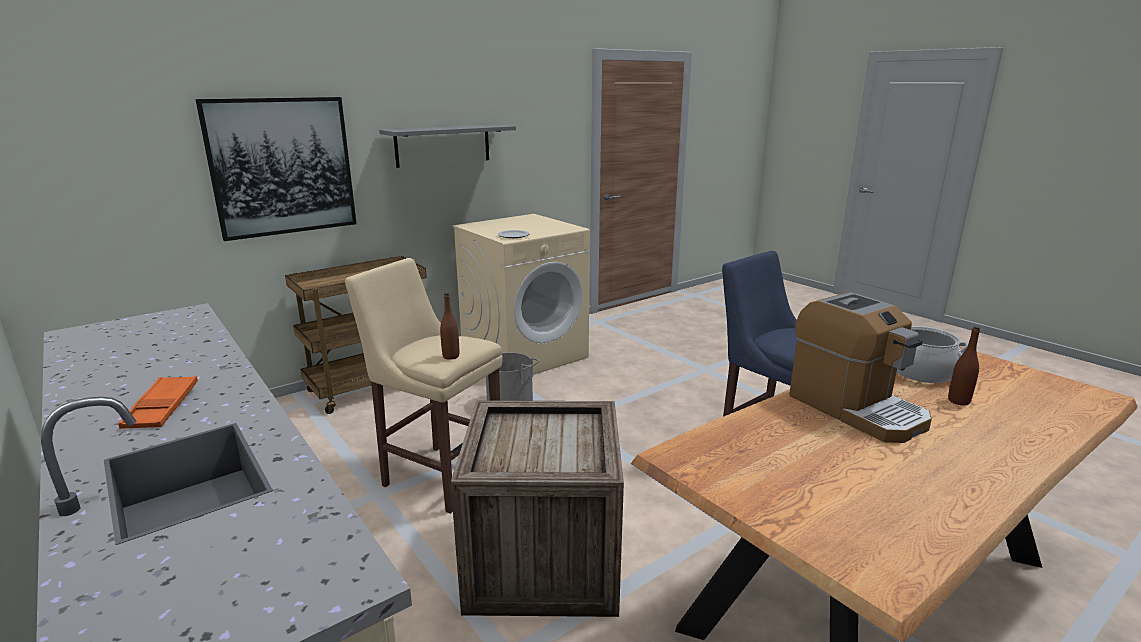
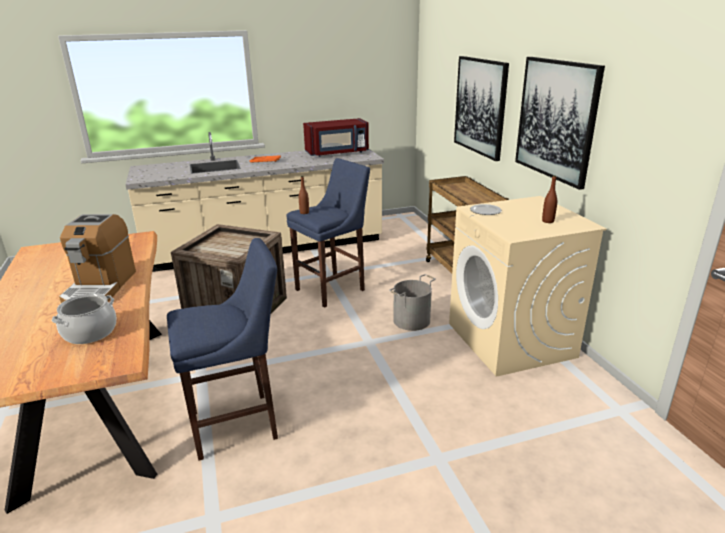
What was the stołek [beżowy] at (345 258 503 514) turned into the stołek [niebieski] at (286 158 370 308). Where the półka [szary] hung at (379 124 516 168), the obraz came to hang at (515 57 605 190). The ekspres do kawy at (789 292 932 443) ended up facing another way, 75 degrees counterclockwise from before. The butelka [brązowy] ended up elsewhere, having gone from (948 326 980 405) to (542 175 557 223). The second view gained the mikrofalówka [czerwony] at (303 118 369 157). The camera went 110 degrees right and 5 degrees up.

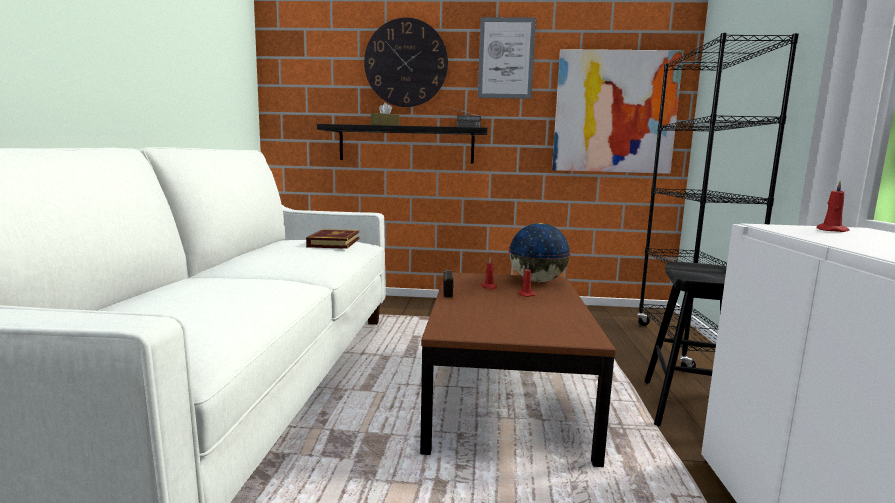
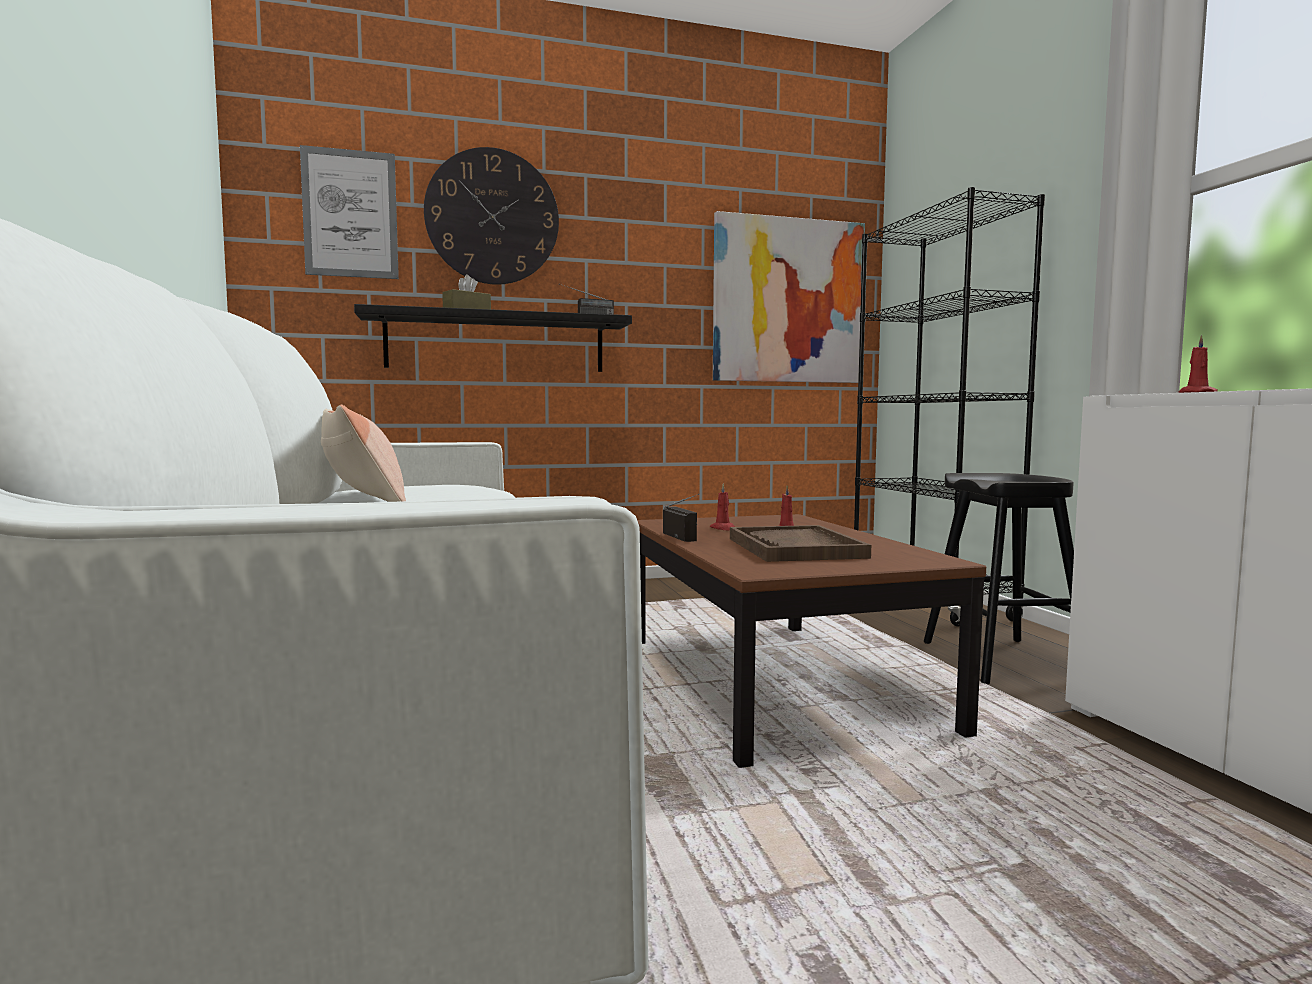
The second view lost the książka at (306 229 359 249). The obraz ended up elsewhere, having gone from (478 17 536 99) to (300 145 399 279). The second view lost the globus at (508 223 571 282). The second view gained the poduszka at (321 405 406 502). The second view gained the taca [brązowy] at (730 525 871 562). The camera went 20 degrees left and 5 degrees down.

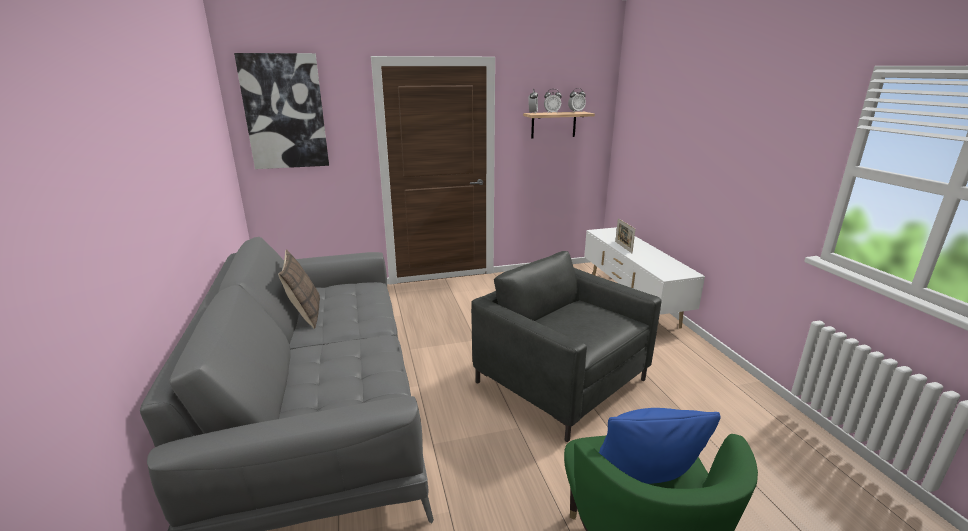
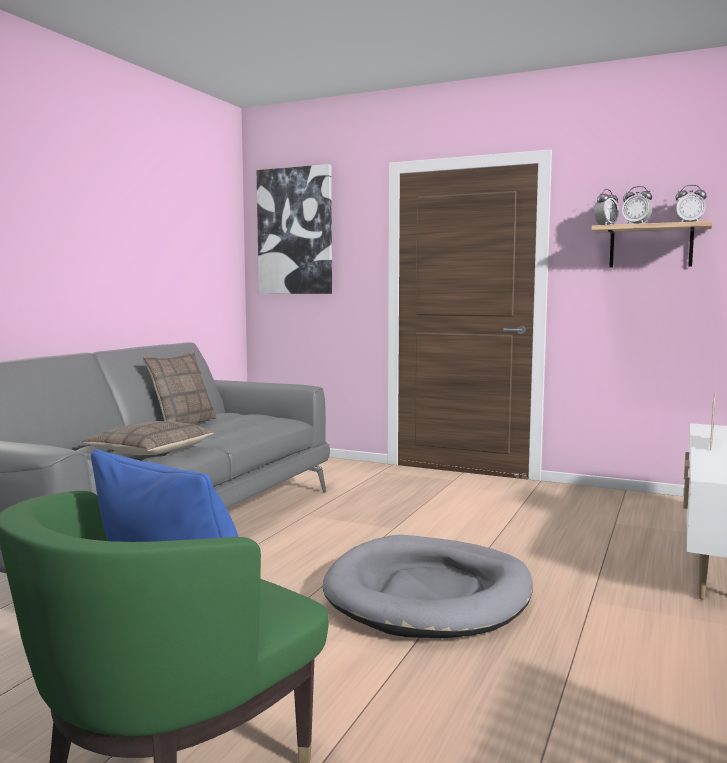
Where the fotel [szary] stood at (471 251 661 442), the legowisko [szary] came to stand at (323 535 533 638). The second view gained the poduszka at (82 421 214 455). The camera went 40 degrees right and 15 degrees down.

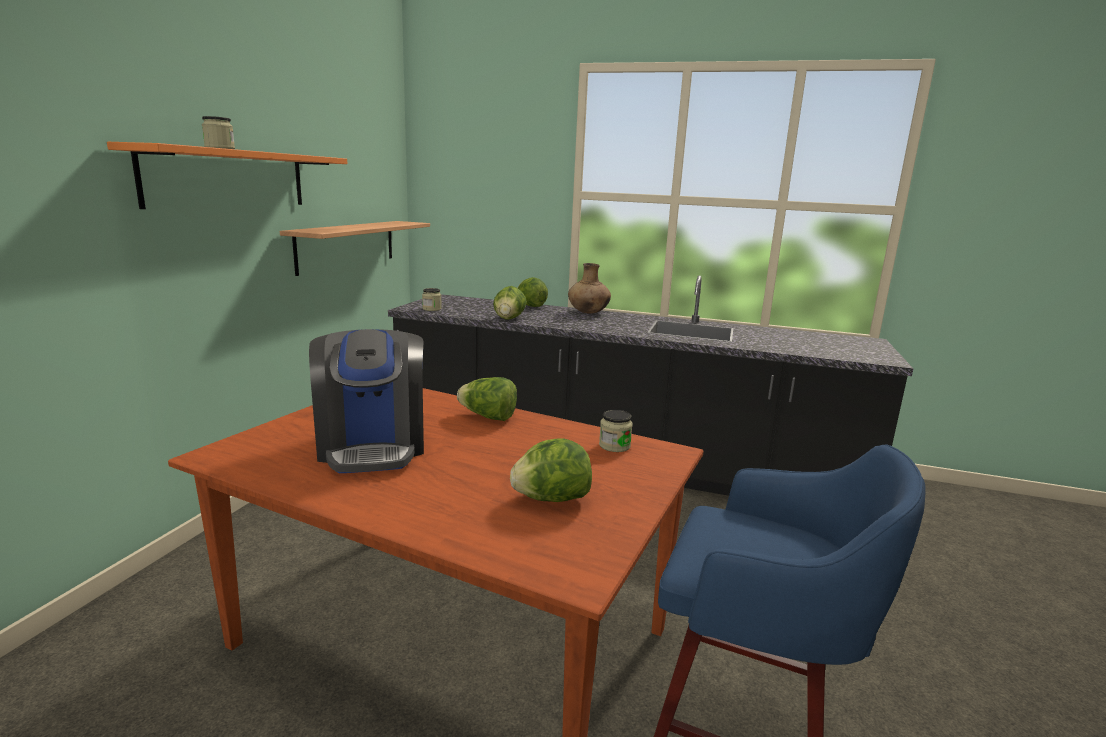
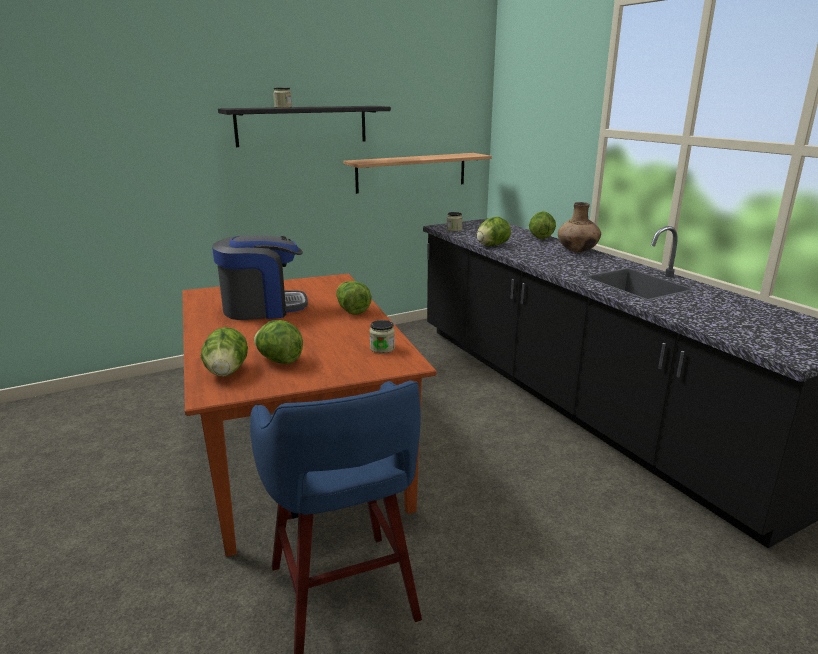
What was the półka [pomarańczowy] at (107 142 347 209) turned into the półka [czarny] at (218 106 391 147). The ekspres do kawy at (309 329 424 473) ended up facing another way, 135 degrees counterclockwise from before. The second view gained the sałata at (201 327 248 377). The camera went 45 degrees right and 5 degrees up.

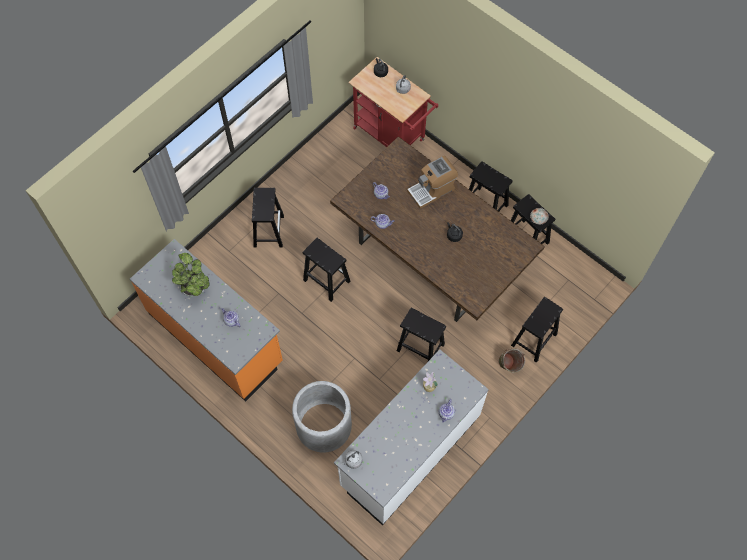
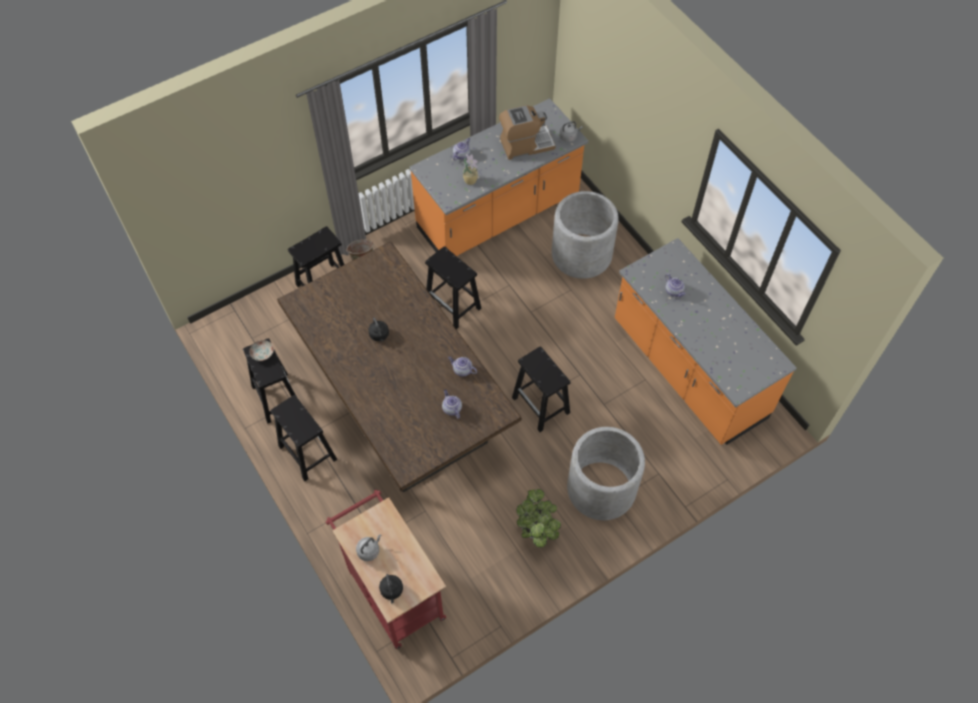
The roślina doniczkowa ended up elsewhere, having gone from (172 253 210 297) to (516 489 561 548). Where the stołek [czarny] stood at (252 188 284 247), the donica [szary] came to stand at (567 427 645 520). What was the zabudowa kuchenna [biały] at (334 349 489 525) turned into the zabudowa kuchenna [pomarańczowy] at (410 98 588 256). The ekspres do kawy ended up elsewhere, having gone from (407 156 458 209) to (499 105 555 160). The camera went 165 degrees left and 5 degrees down.

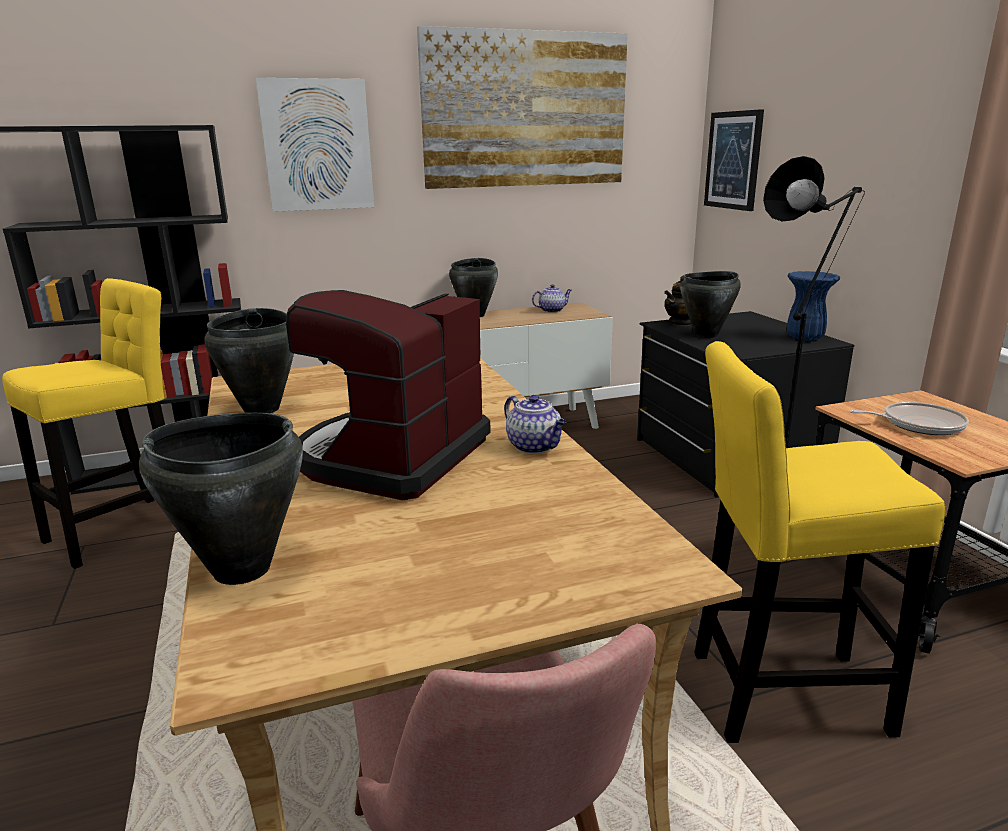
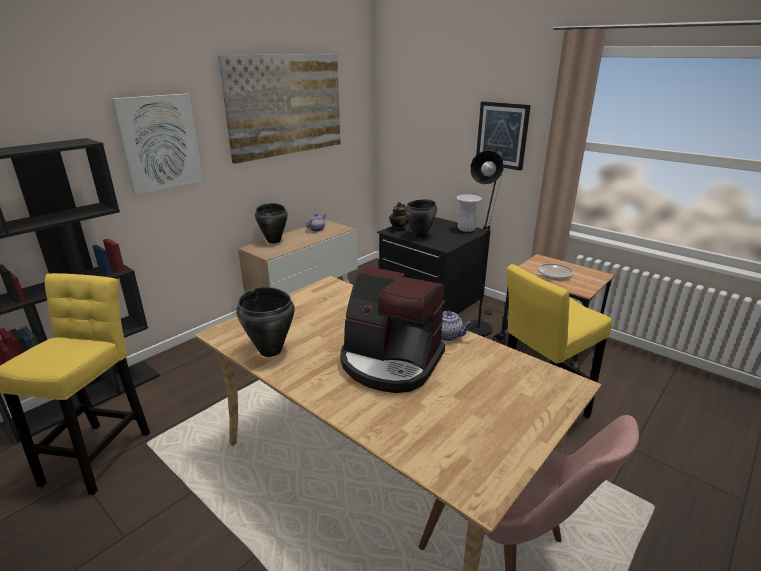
The second view lost the garnek [czarny] at (139 413 303 585). The ekspres do kawy at (286 290 491 500) ended up facing another way, 60 degrees counterclockwise from before. The obraz ended up elsewhere, having gone from (704 109 764 211) to (476 101 531 171). What was the wazon [niebieski] at (787 271 840 341) turned into the wazon [biały] at (456 194 482 232). The camera went 30 degrees left and 5 degrees up.

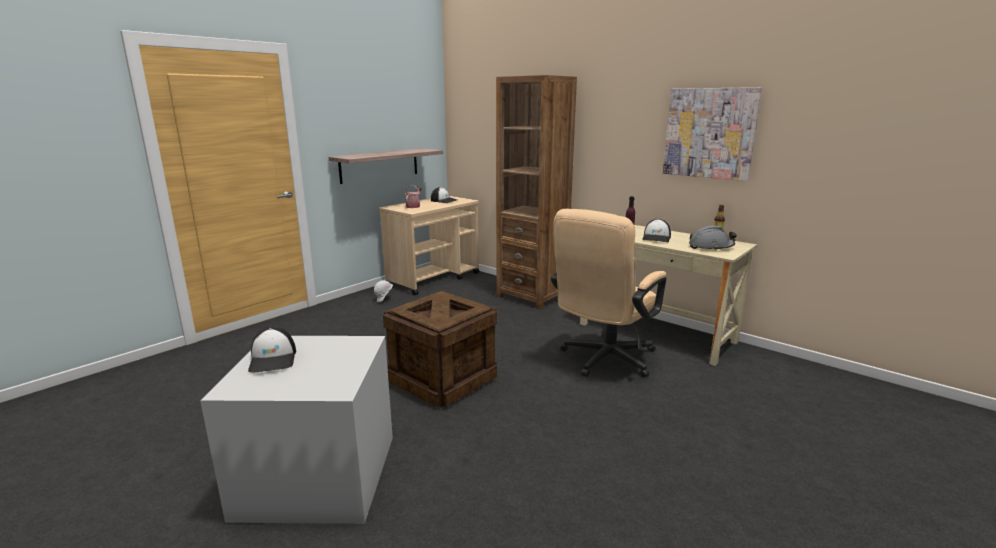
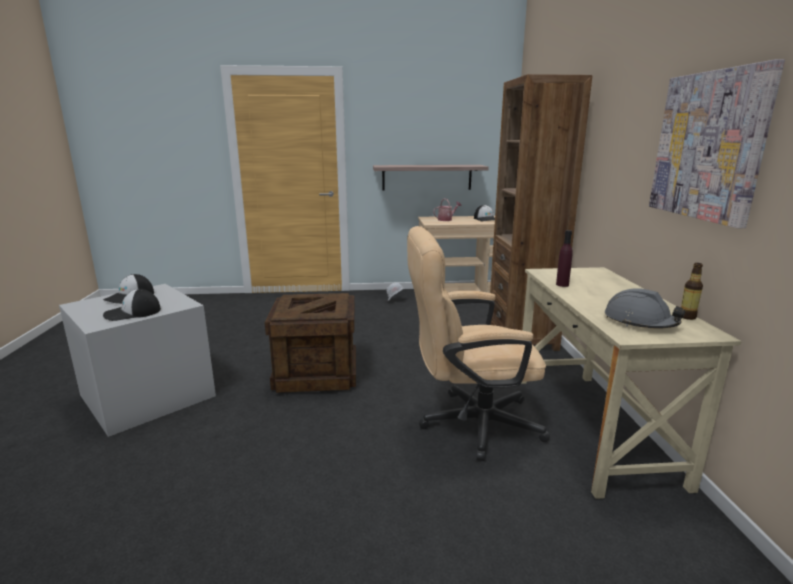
The czapka z daszkiem ended up elsewhere, having gone from (642 219 671 242) to (103 289 161 321). The camera went 45 degrees right and 0 degrees up.

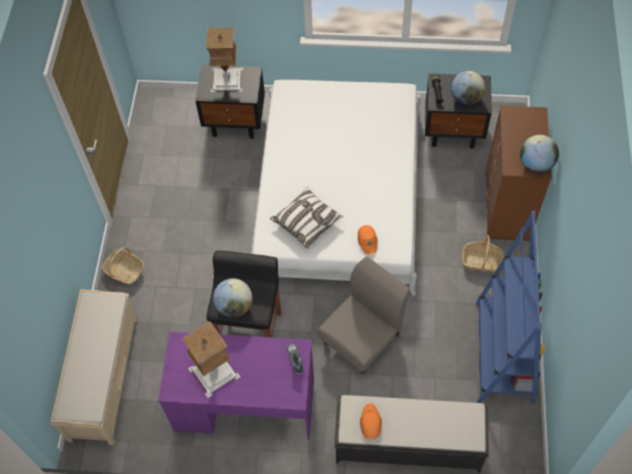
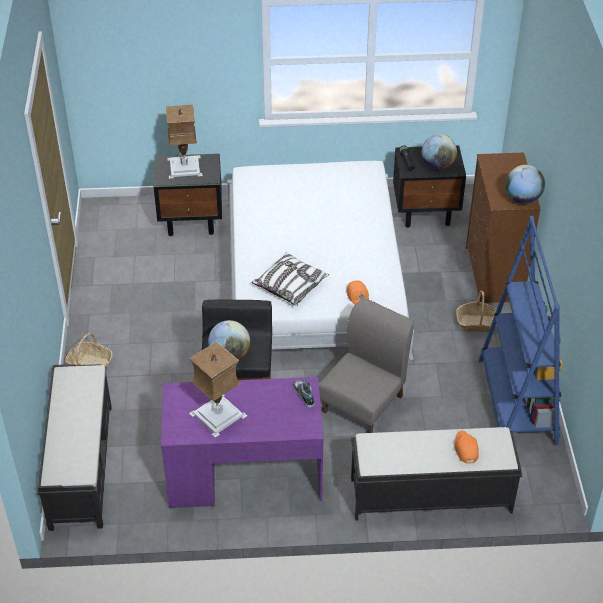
What was the ławka [beżowy] at (51 289 138 445) turned into the ławka [czarny] at (37 364 112 531). The czapka z daszkiem [pomarańczowy] ended up elsewhere, having gone from (360 403 382 439) to (454 430 479 463). The camera went 10 degrees left and 15 degrees down.

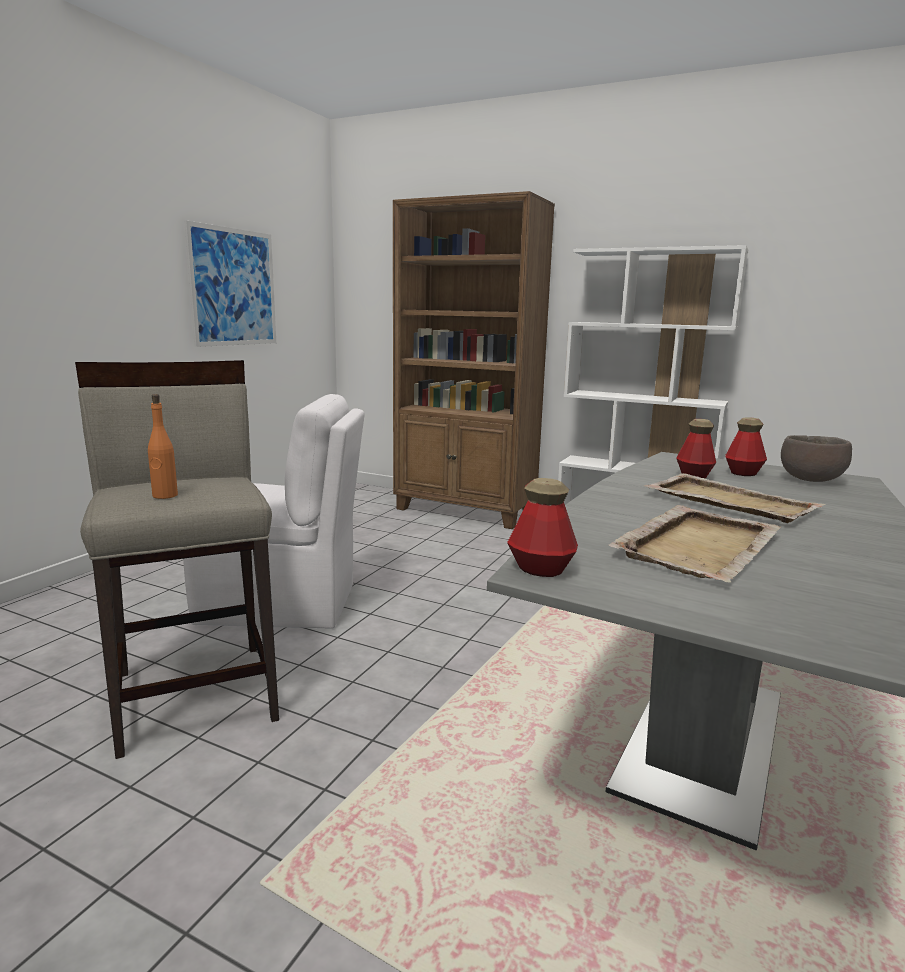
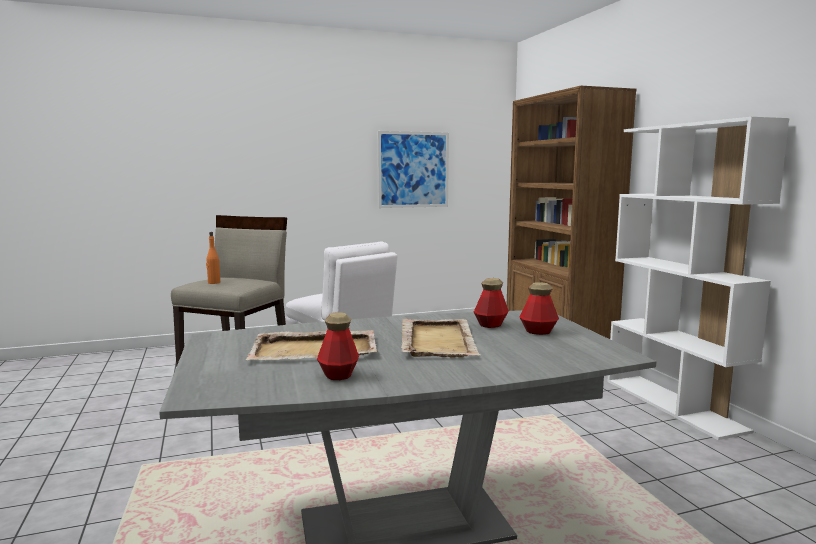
The butelka ended up elsewhere, having gone from (507 478 578 577) to (317 312 359 380). The second view lost the miska [brązowy] at (781 435 852 482). The camera went 45 degrees right and 5 degrees down.

